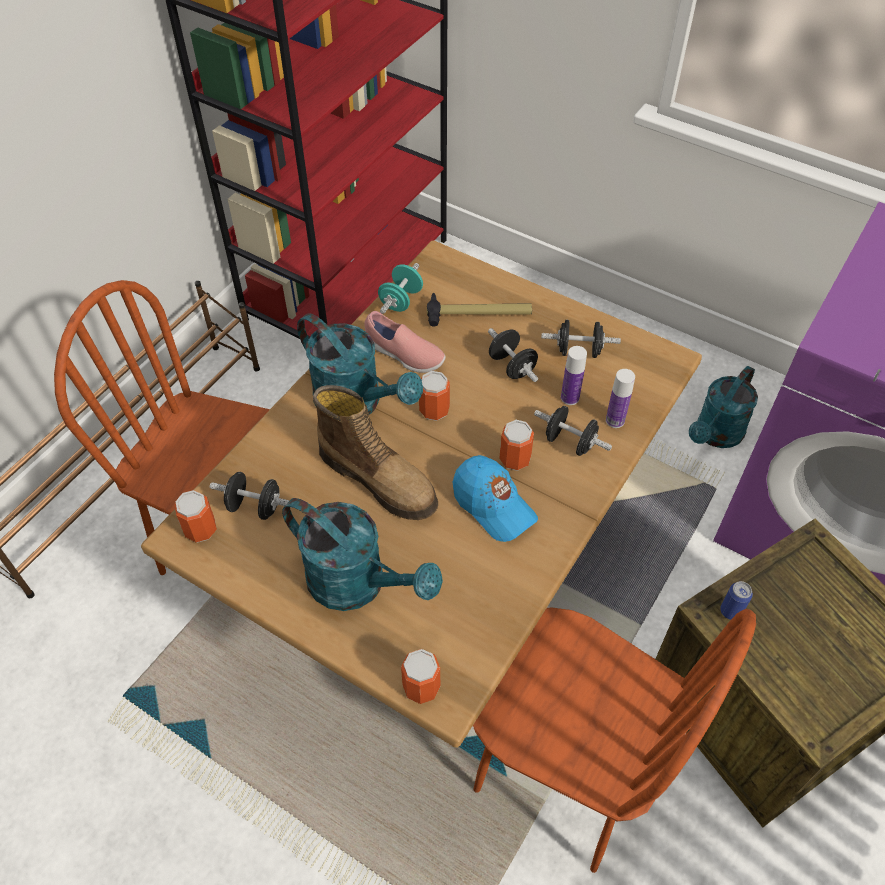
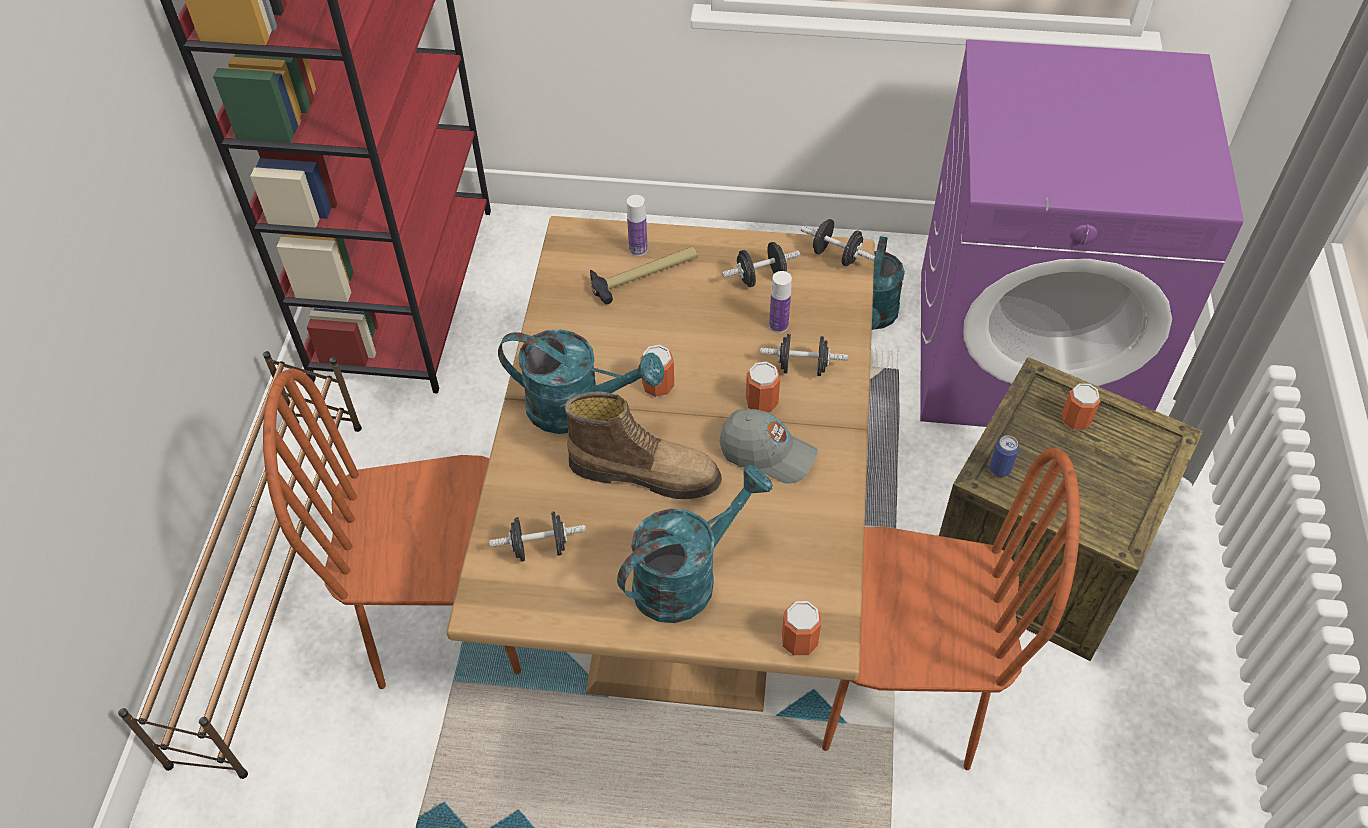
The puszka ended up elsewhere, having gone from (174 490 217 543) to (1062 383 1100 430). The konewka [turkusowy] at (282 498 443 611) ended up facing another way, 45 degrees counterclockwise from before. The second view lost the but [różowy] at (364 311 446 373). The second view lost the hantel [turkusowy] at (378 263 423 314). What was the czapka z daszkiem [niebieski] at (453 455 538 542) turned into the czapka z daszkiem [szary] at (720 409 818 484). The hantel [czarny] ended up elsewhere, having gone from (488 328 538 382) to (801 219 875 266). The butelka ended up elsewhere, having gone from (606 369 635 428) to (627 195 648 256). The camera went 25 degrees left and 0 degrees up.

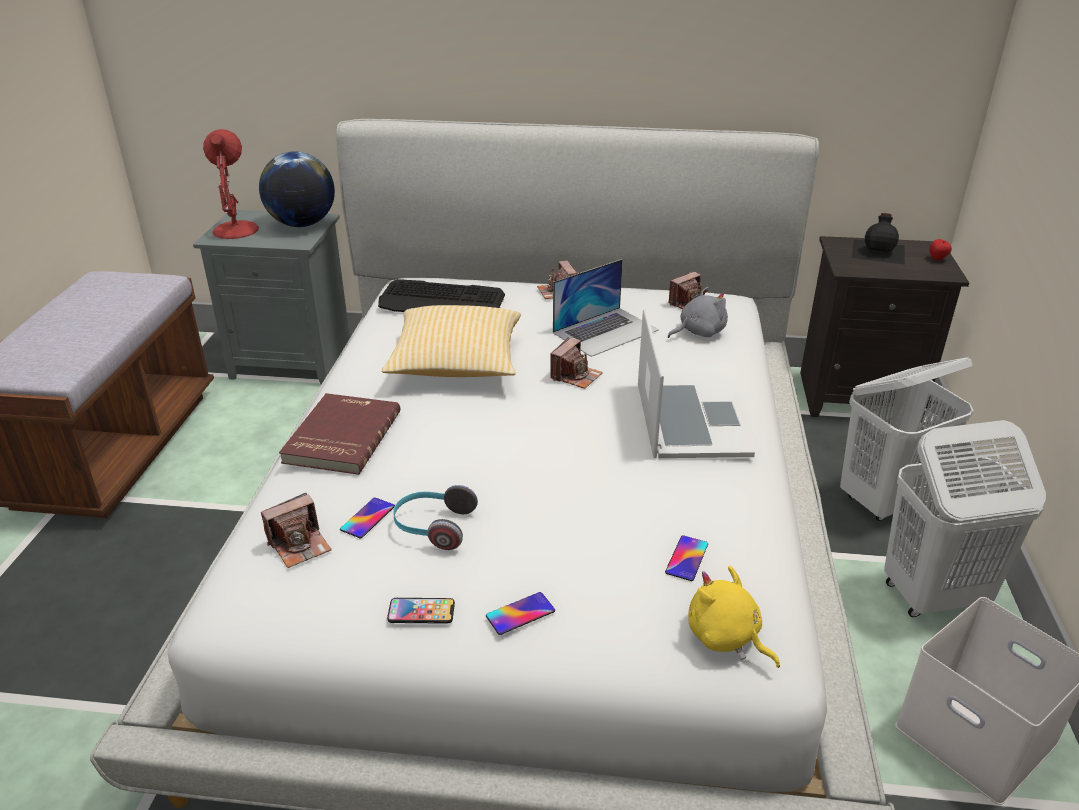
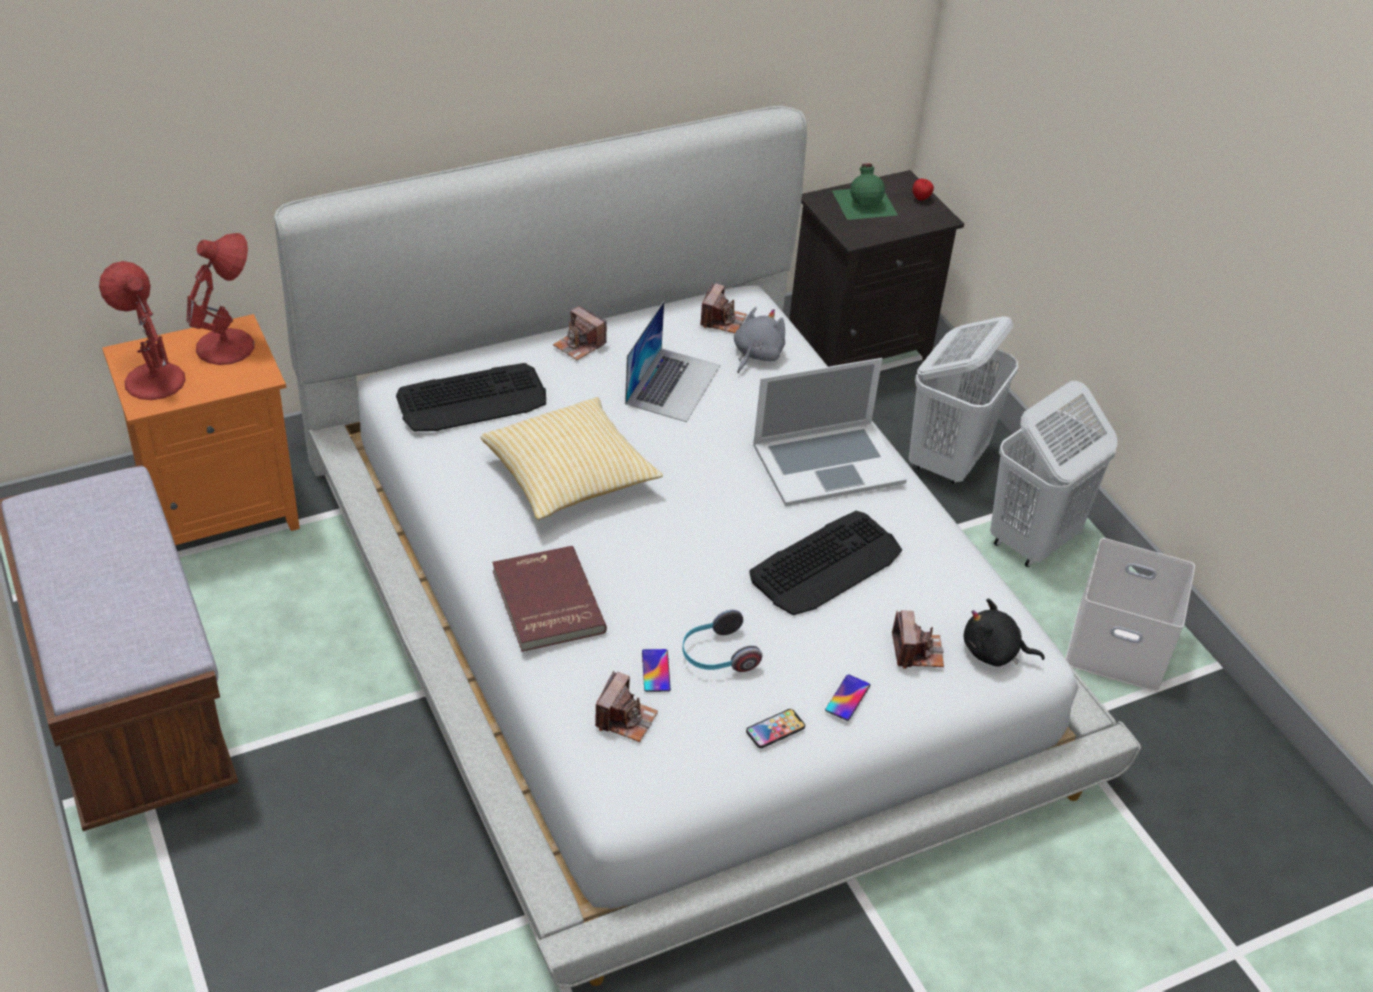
What was the szafka nocna [szary] at (193 210 350 384) turned into the szafka nocna [pomarańczowy] at (102 314 300 545). Where the globus stood at (259 151 335 227), the lampa stołowa [czerwony] came to stand at (187 233 255 365). The aparat fotograficzny ended up elsewhere, having gone from (550 337 603 389) to (892 610 944 669). The laptop at (638 308 755 458) ended up facing another way, 105 degrees clockwise from before. The second view lost the telefon at (665 535 708 581). What was the pluszak [żółty] at (688 566 780 668) turned into the pluszak [czarny] at (963 598 1045 666). What was the butelka [czarny] at (852 213 905 265) turned into the butelka [zielony] at (832 164 898 220). The second view gained the klawiatura at (749 511 902 615). The camera went 35 degrees left and 10 degrees up.

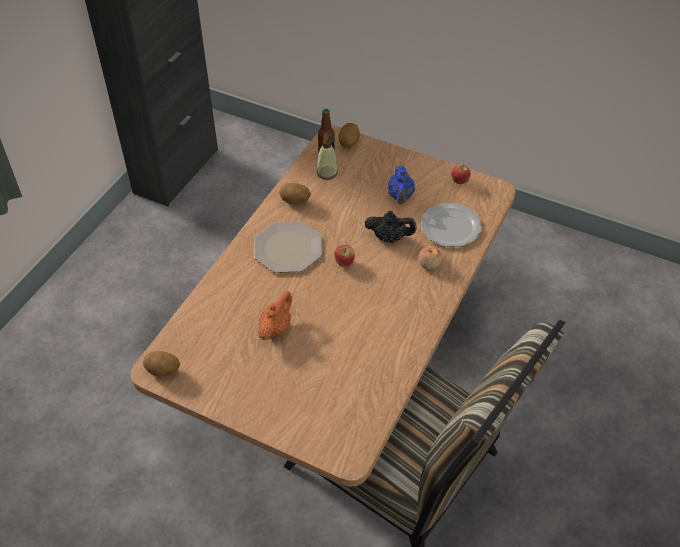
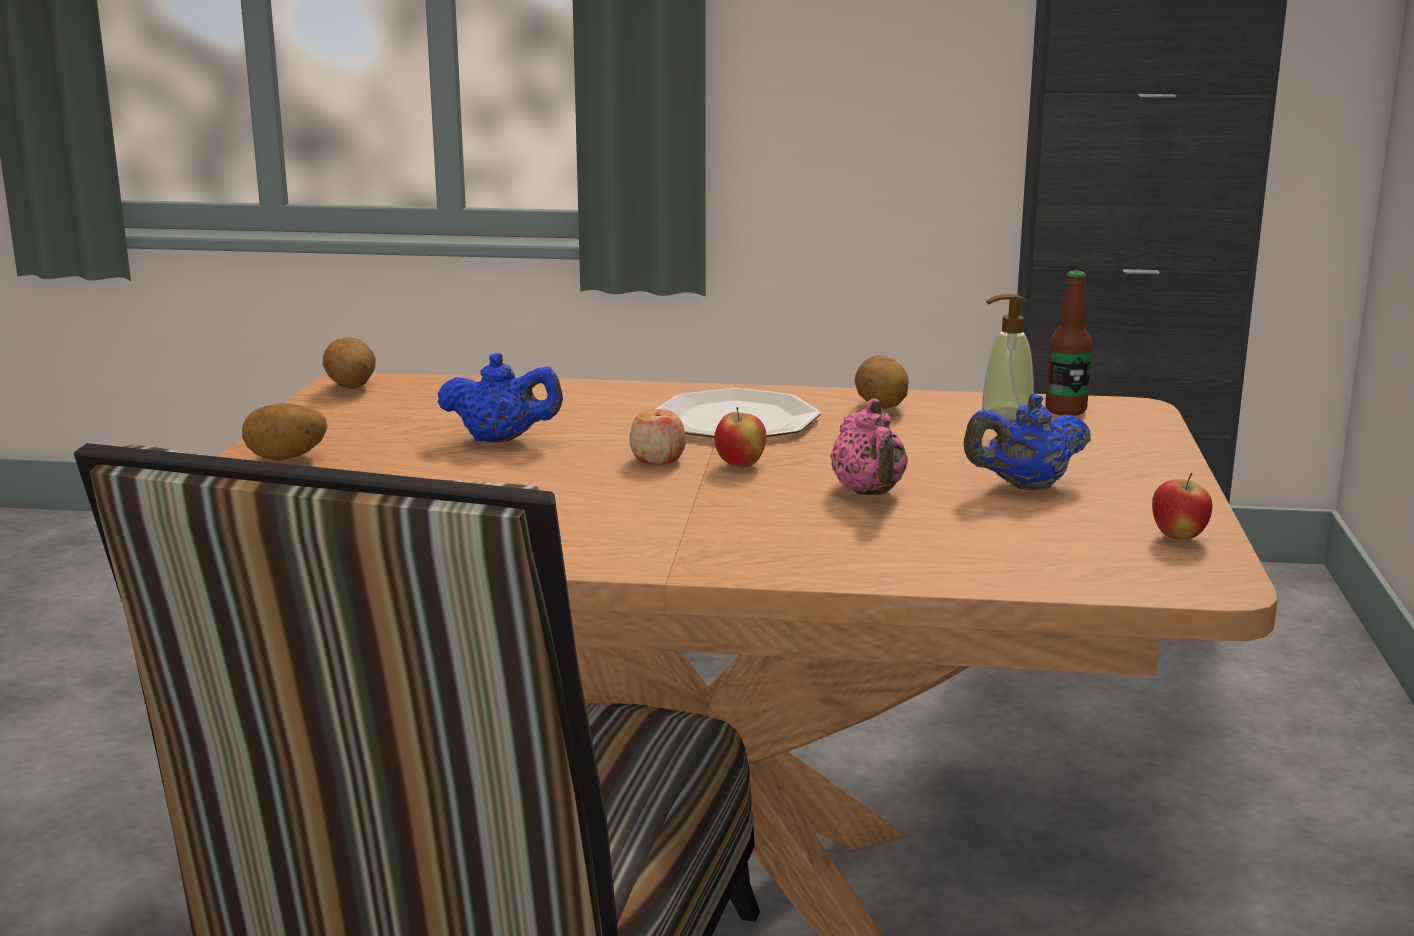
What was the imbryk [pomarańczowy] at (259 291 292 340) turned into the imbryk [niebieski] at (438 353 563 443). The ziemniak ended up elsewhere, having gone from (338 123 360 148) to (242 403 328 461). What was the imbryk [czarny] at (365 211 417 243) turned into the imbryk [różowy] at (830 399 908 495). The jabłko ended up elsewhere, having gone from (419 246 442 270) to (629 409 686 465). The second view lost the talerz at (421 203 482 247). The camera went 70 degrees right and 30 degrees down.

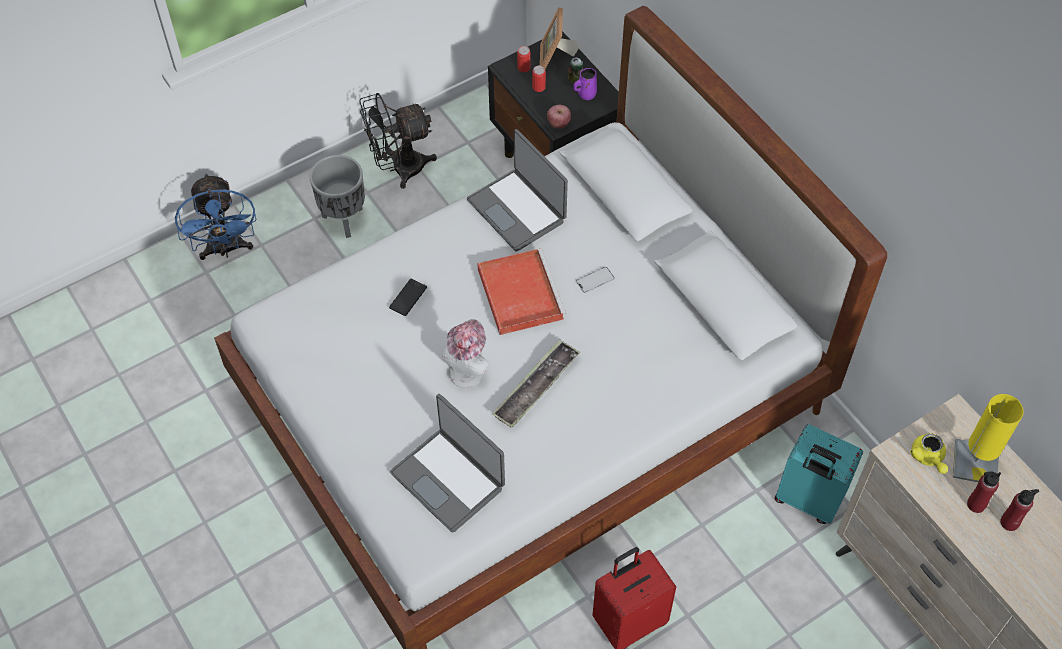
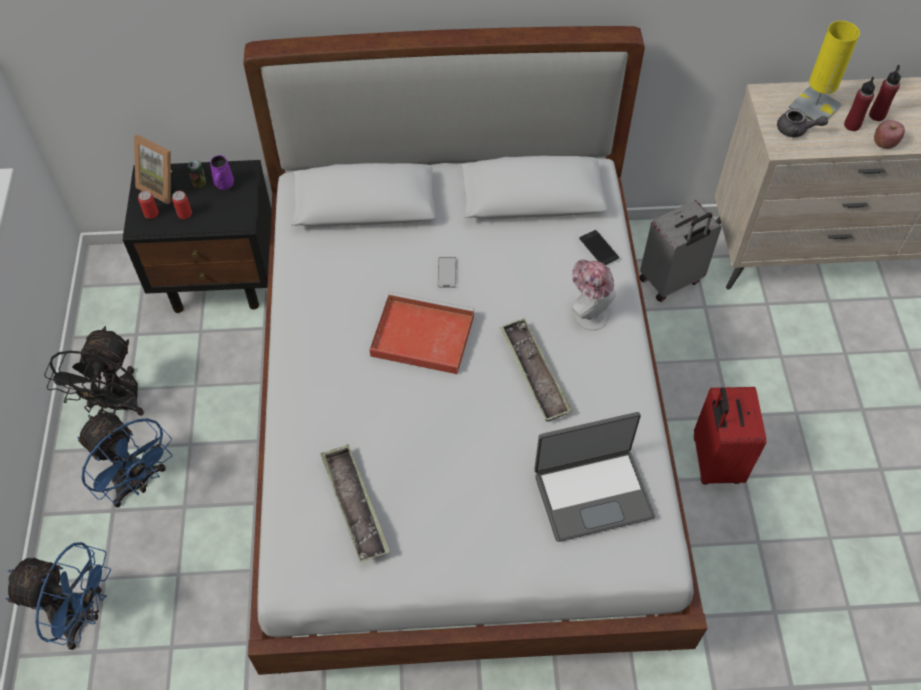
Where the donica [szary] stood at (310 155 365 238), the wentylator [niebieski] came to stand at (77 412 172 508). The telefon ended up elsewhere, having gone from (389 279 427 316) to (579 230 619 265). The kapelusz ended up elsewhere, having gone from (442 319 489 388) to (572 259 616 330). The second view lost the laptop at (467 129 568 252). The jabłko ended up elsewhere, having gone from (547 105 571 129) to (874 120 905 149). What was the walizka [turkusowy] at (775 424 863 524) turned into the walizka [szary] at (640 200 721 302). What was the imbryk [żółty] at (910 433 948 474) turned into the imbryk [szary] at (777 108 828 137). The second view gained the taca at (320 444 390 562). The camera went 60 degrees left and 0 degrees up.

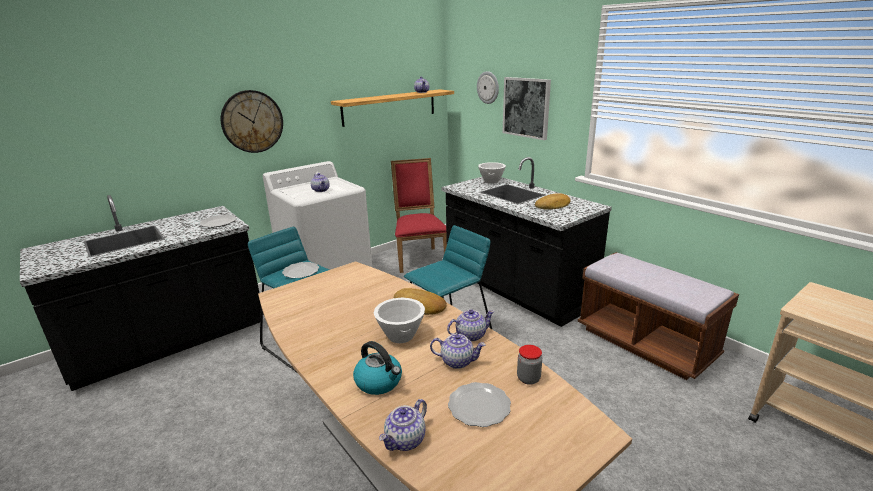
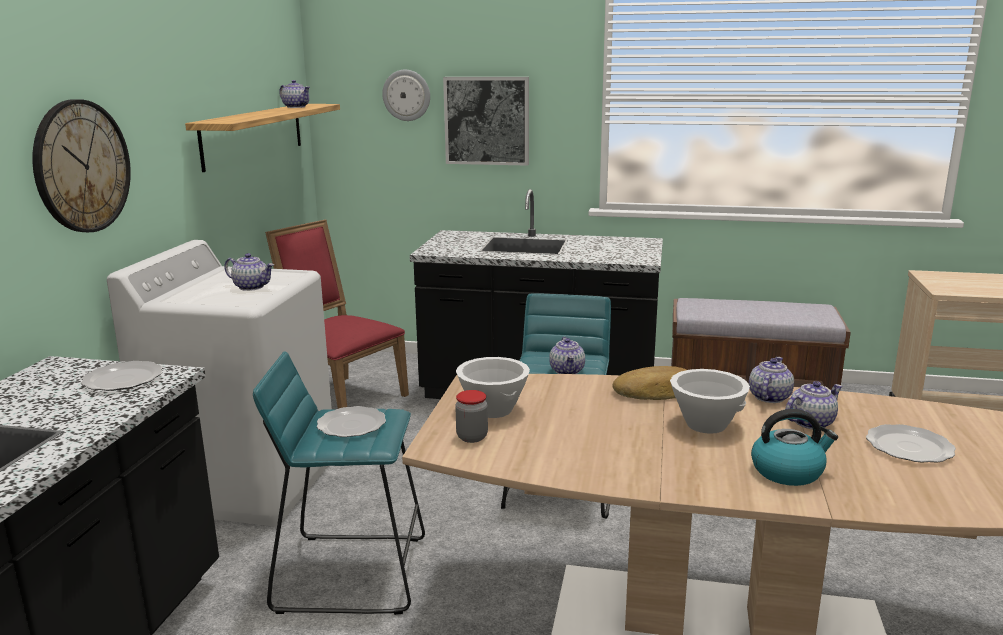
The imbryk ended up elsewhere, having gone from (379 399 427 451) to (549 337 585 374). The miska [biały] ended up elsewhere, having gone from (478 162 506 184) to (456 357 530 418). The słoik ended up elsewhere, having gone from (517 345 542 385) to (455 390 488 443). The second view lost the chleb at (535 193 571 210). The camera went 40 degrees left and 5 degrees down.

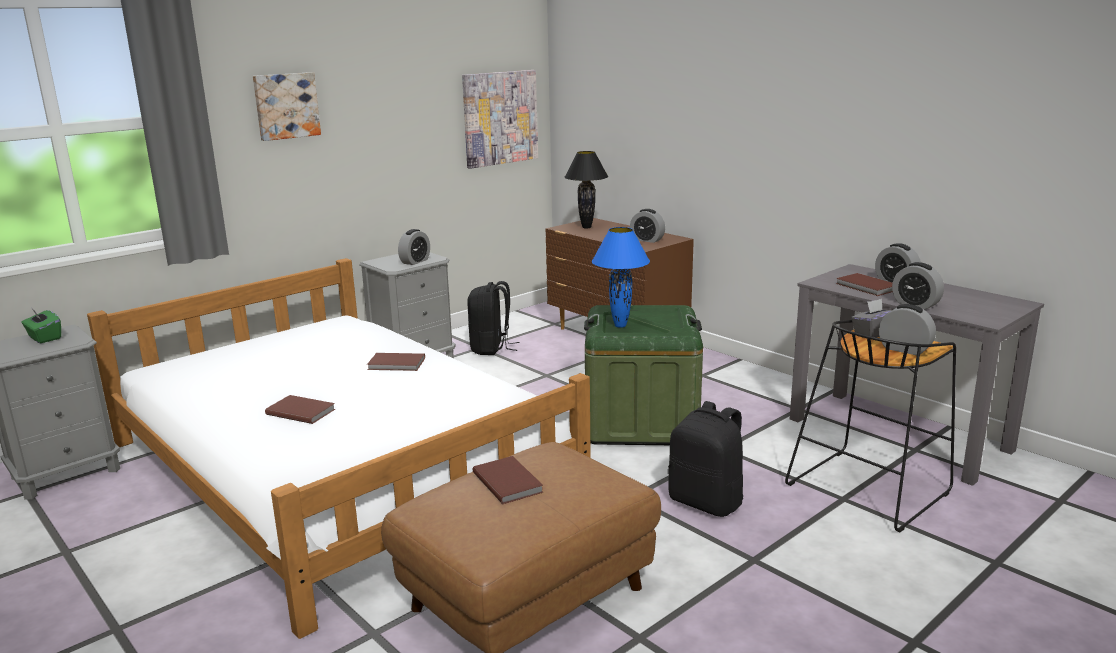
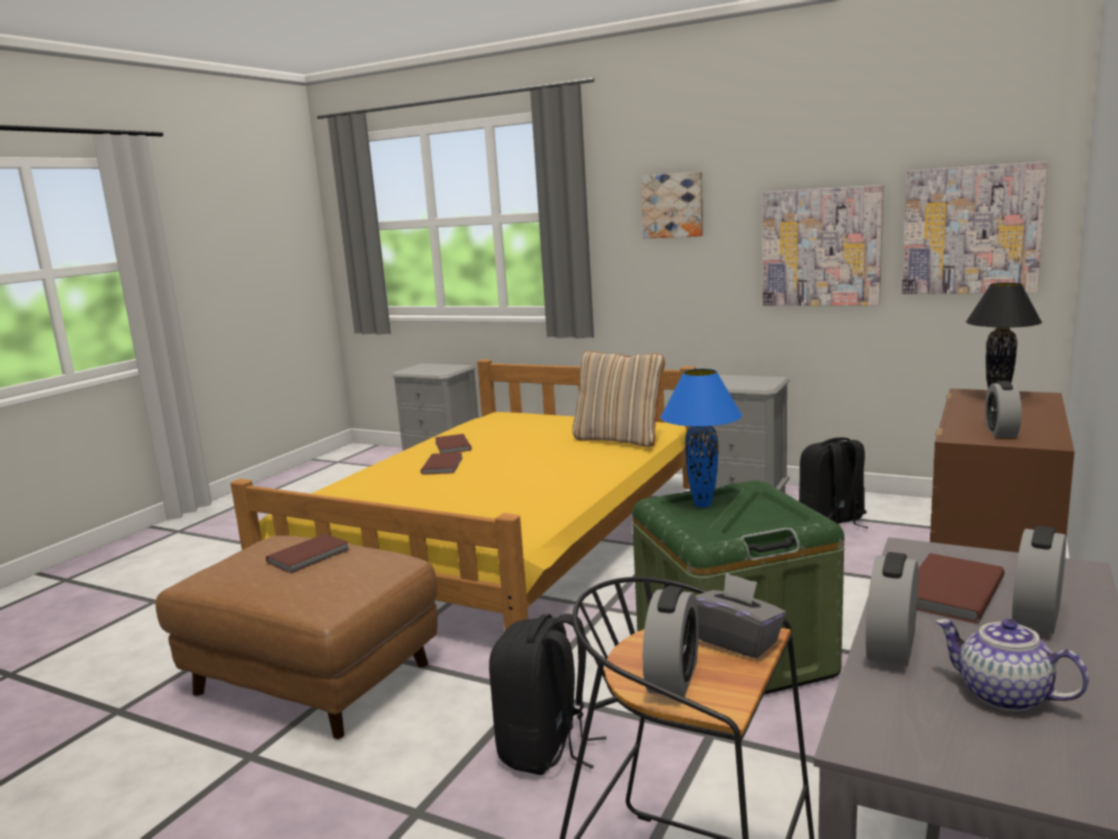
The second view lost the pudełko chusteczek [zielony] at (21 309 61 343). What was the łóżko [biały] at (87 258 591 639) turned into the łóżko [żółty] at (230 359 696 631). The książka [brązowy] ended up elsewhere, having gone from (367 353 425 371) to (435 434 472 453). The second view lost the budzik at (398 229 430 265). The second view gained the poduszka [beżowy] at (573 351 665 447). The second view gained the obraz at (763 185 884 305). The second view gained the imbryk at (936 619 1089 712). The camera went 70 degrees right and 5 degrees down.

